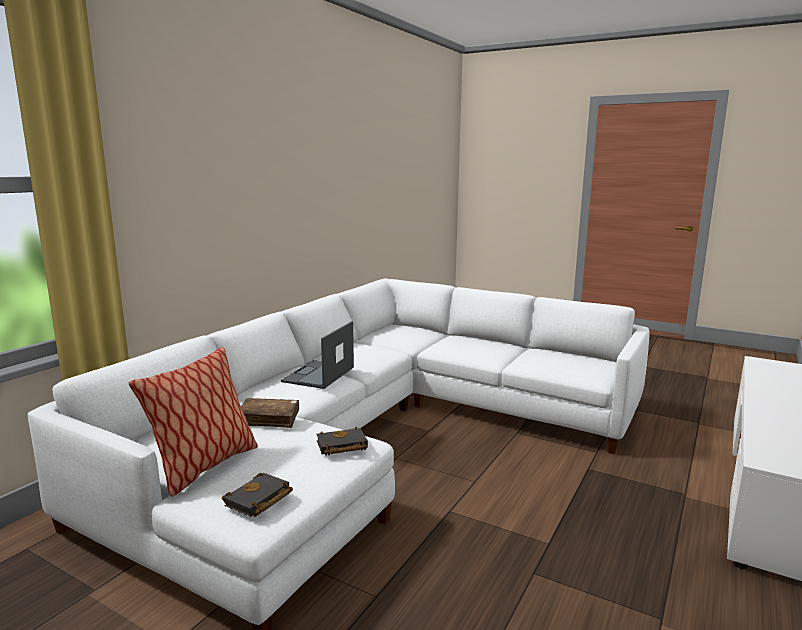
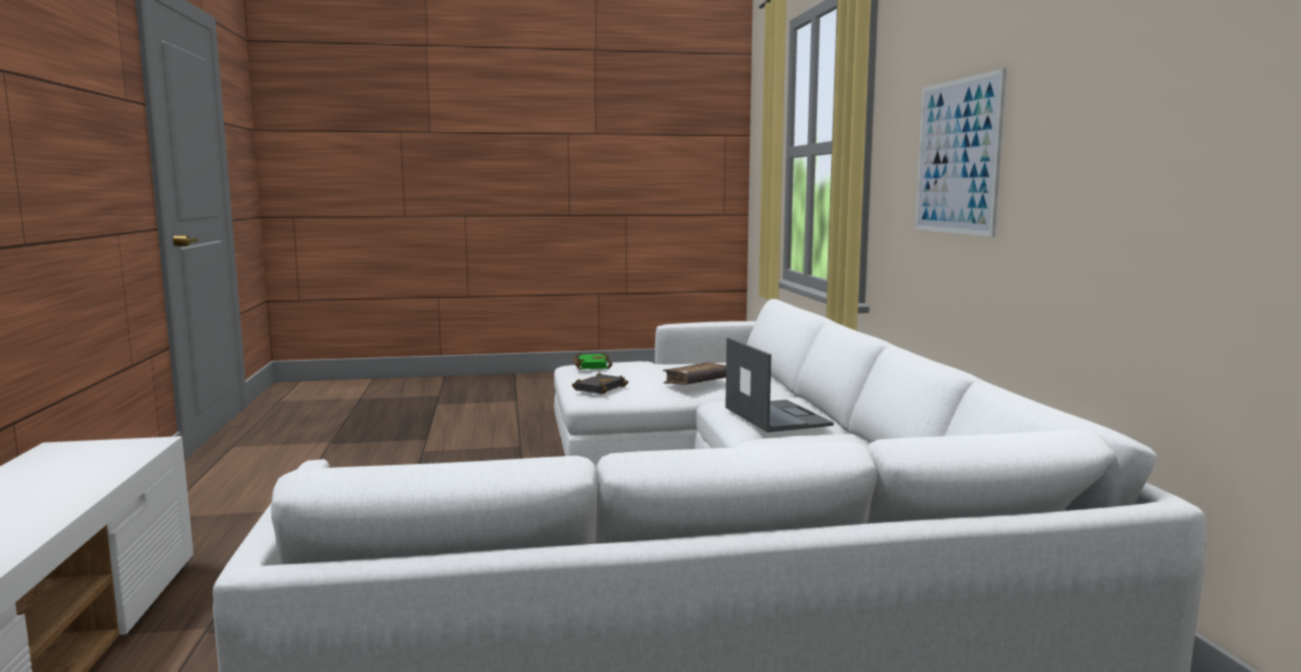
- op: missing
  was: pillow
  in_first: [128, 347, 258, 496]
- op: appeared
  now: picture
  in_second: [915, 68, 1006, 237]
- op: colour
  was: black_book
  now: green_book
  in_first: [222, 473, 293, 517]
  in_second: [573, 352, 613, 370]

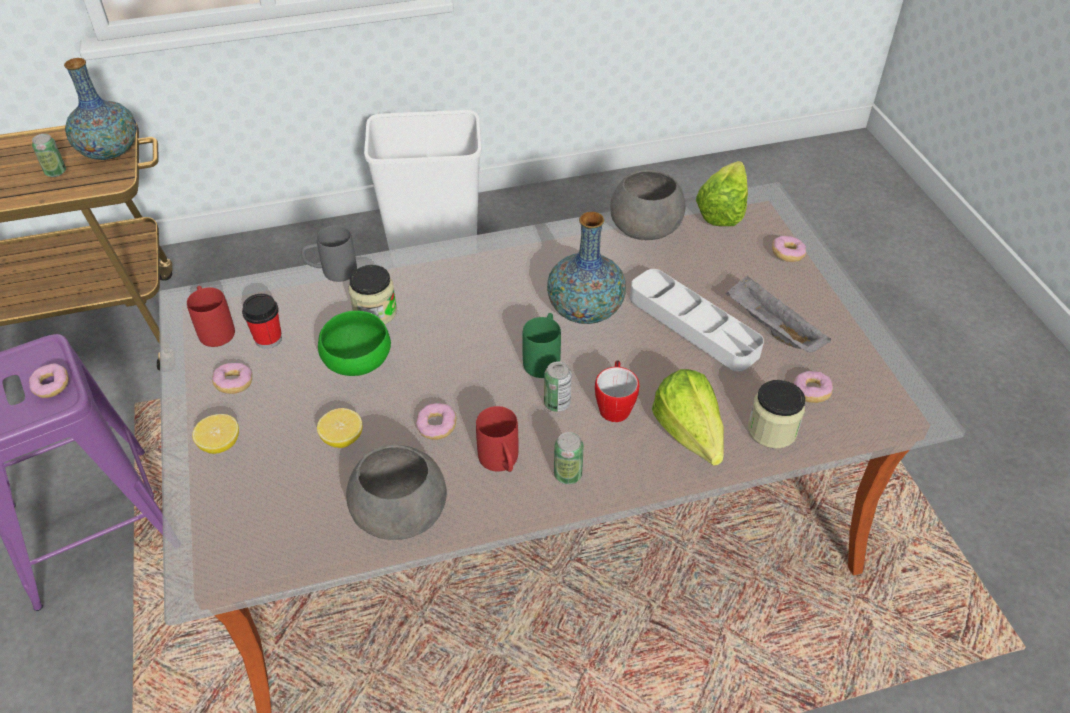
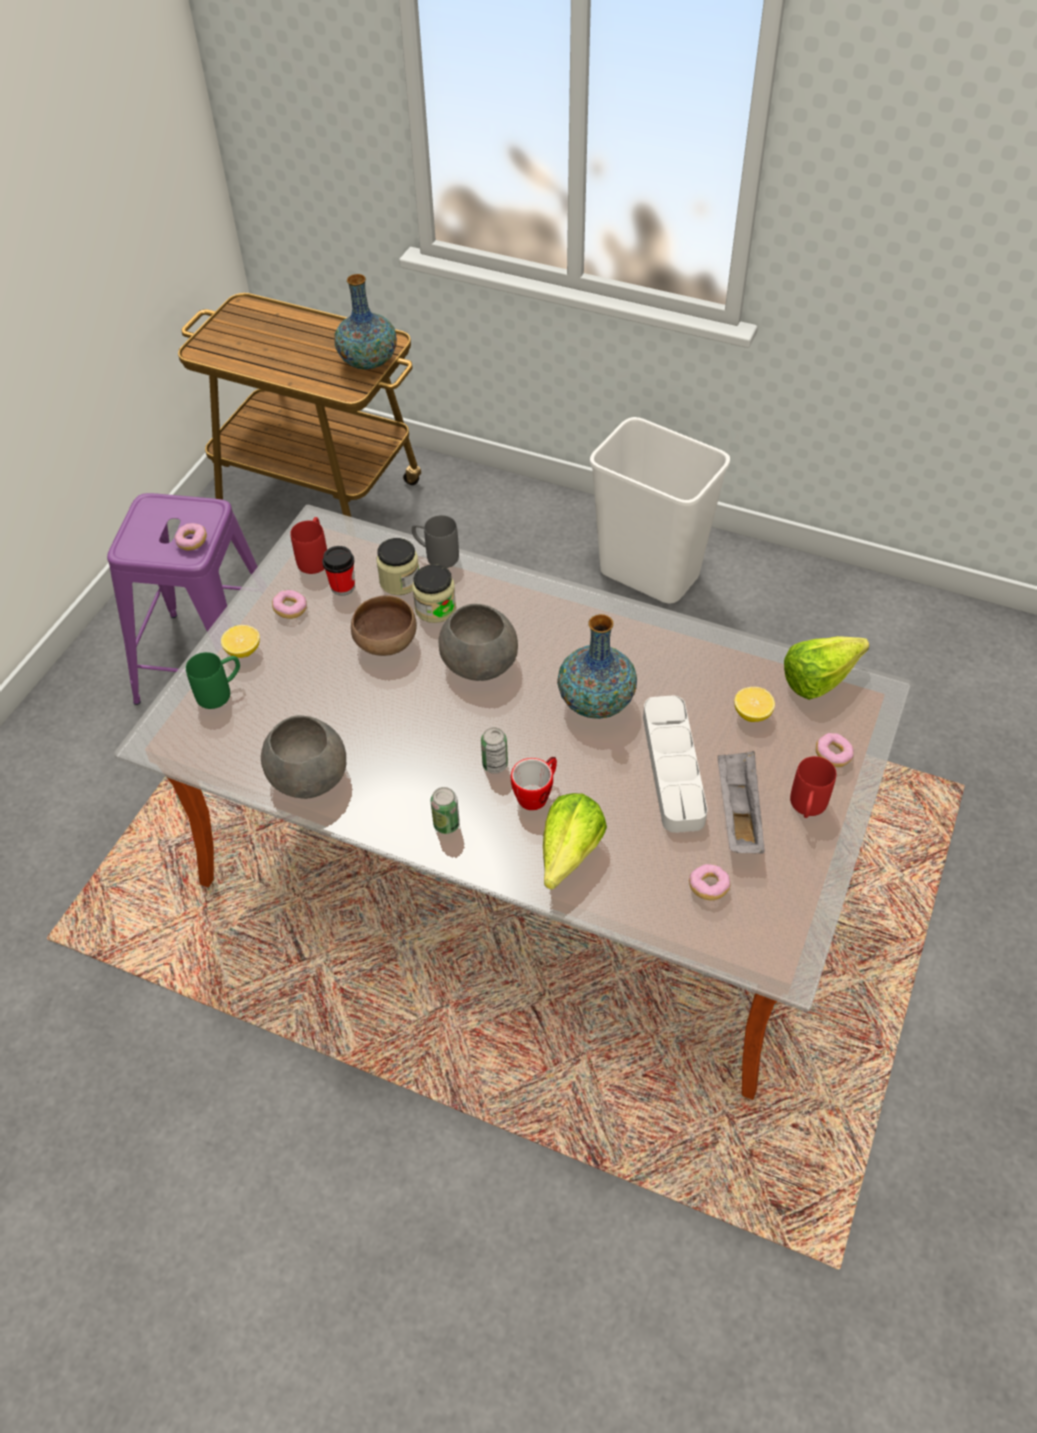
- op: missing
  was: can
  in_first: [32, 134, 66, 177]
- op: missing
  was: donut
  in_first: [416, 403, 456, 440]
- op: relocated
  was: lemon
  in_first: [317, 408, 362, 448]
  in_second: [734, 687, 775, 722]
- op: relocated
  was: red_mug
  in_first: [476, 406, 518, 472]
  in_second: [790, 756, 836, 818]
- op: relocated
  was: green_mug
  in_first: [522, 313, 561, 378]
  in_second: [186, 652, 240, 709]
- op: relocated
  was: grey_bowl
  in_first: [610, 170, 686, 240]
  in_second: [439, 604, 518, 681]
- op: relocated
  was: jar
  in_first: [748, 380, 805, 449]
  in_second: [376, 538, 419, 595]
- op: colour
  was: green_bowl
  now: brown_bowl
  in_first: [318, 311, 391, 376]
  in_second: [351, 595, 417, 656]

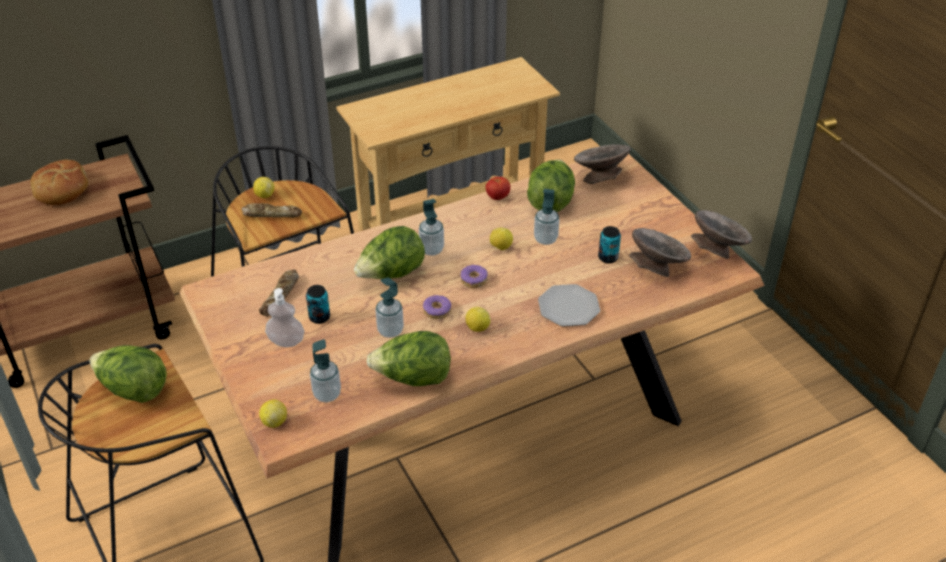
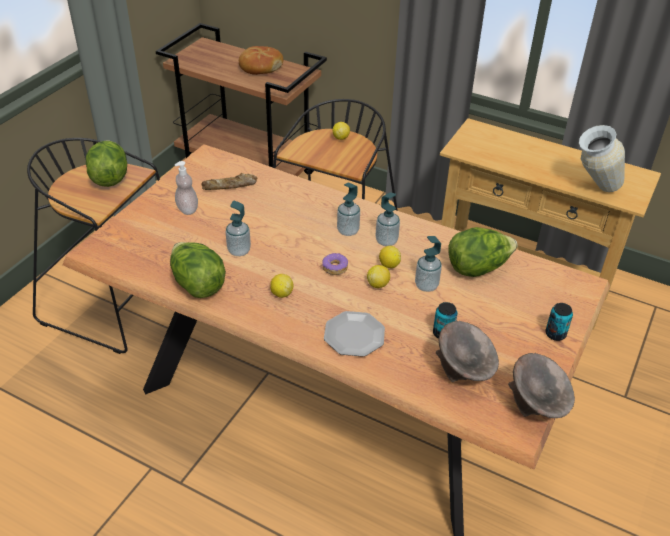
- op: missing
  was: bread
  in_first: [241, 203, 302, 218]
- op: missing
  was: lettuce
  in_first: [354, 226, 425, 279]
- op: missing
  was: donut
  in_first: [423, 295, 451, 319]
- op: missing
  was: tomato
  in_first: [486, 177, 511, 200]
- op: missing
  was: grey_bowl
  in_first: [574, 144, 631, 184]
- op: appeared
  now: vase
  in_second: [579, 125, 625, 192]
- op: relocated
  was: lemon
  in_first: [259, 399, 287, 428]
  in_second: [367, 265, 390, 288]
- op: relocated
  was: can
  in_first: [306, 285, 330, 324]
  in_second: [545, 303, 573, 341]
- op: relocated
  was: soap_dispenser
  in_first: [310, 339, 341, 402]
  in_second: [375, 192, 400, 246]

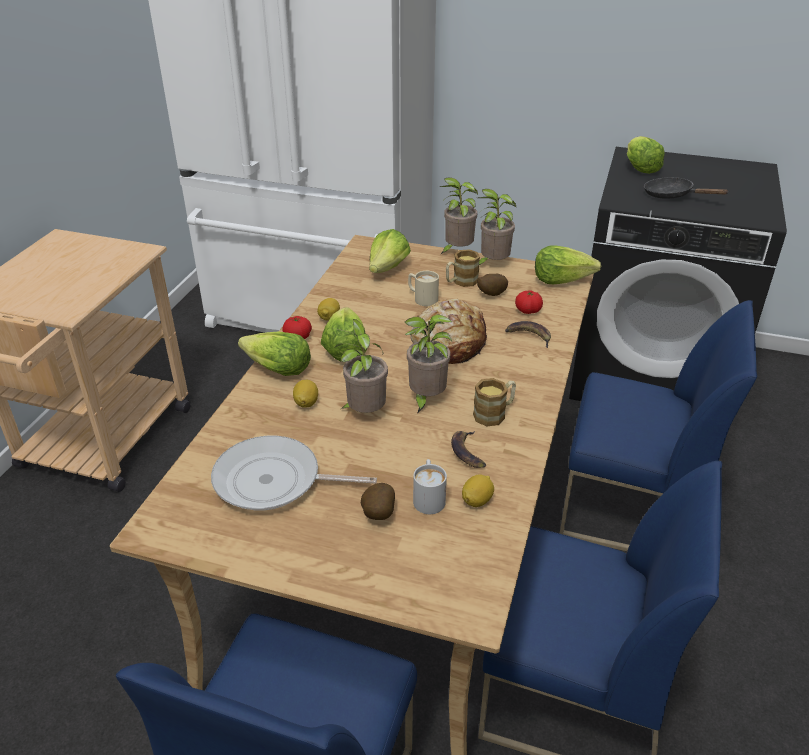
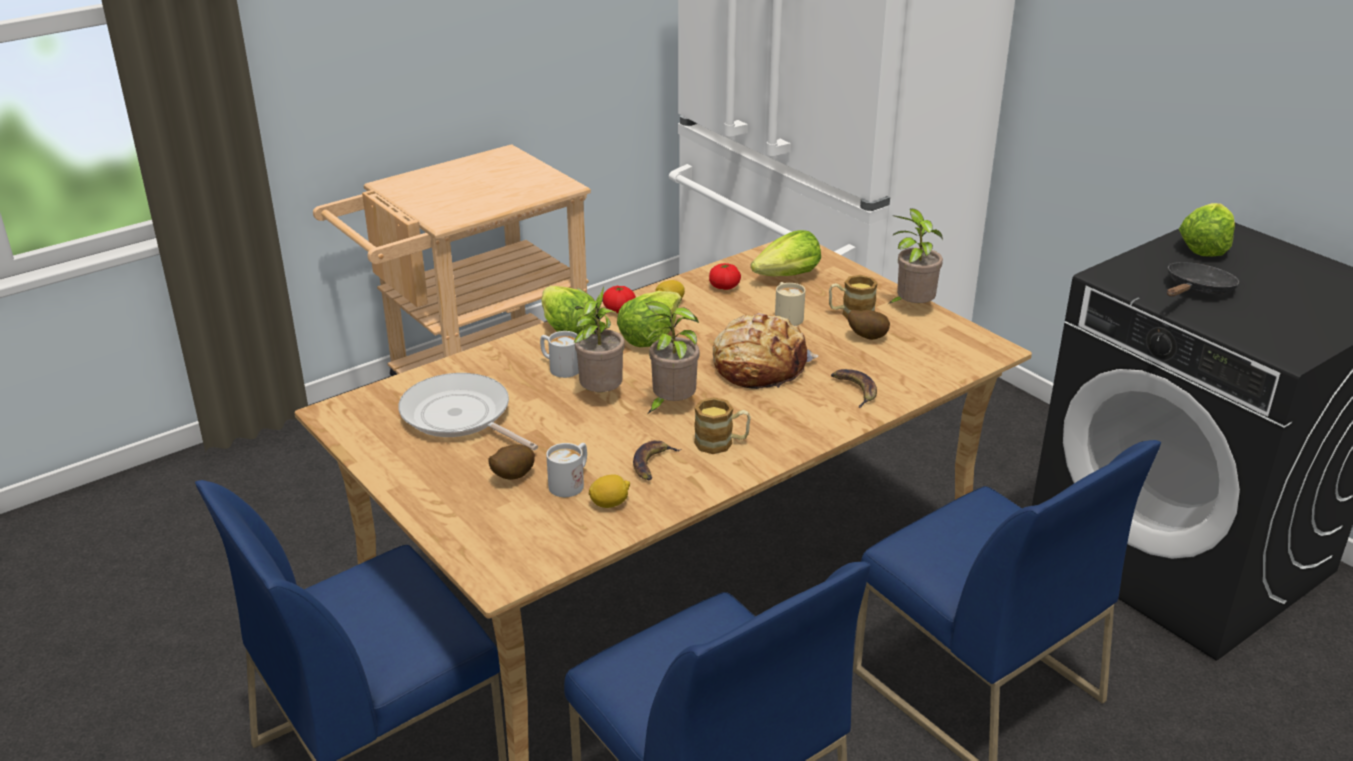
- op: missing
  was: potted_plant
  in_first: [440, 177, 478, 255]
- op: missing
  was: lettuce
  in_first: [535, 245, 601, 284]
- op: relocated
  was: tomato
  in_first: [515, 290, 543, 314]
  in_second: [709, 263, 741, 290]
- op: exchanged
  was: lemon
  now: white_mug
  in_first: [293, 380, 318, 408]
  in_second: [540, 331, 579, 378]
- op: spun
  was: black_frying_pan
  in_first: [644, 177, 728, 199]
  in_second: [1167, 262, 1239, 297]
  clockwise: 60

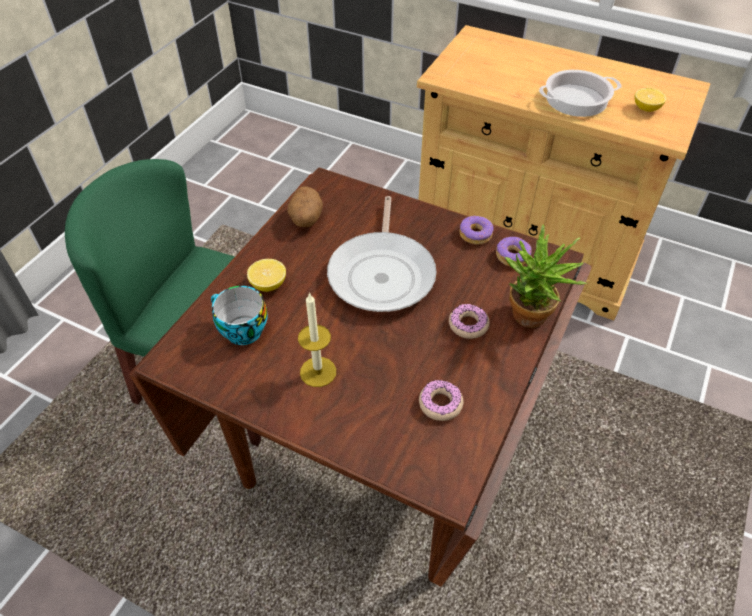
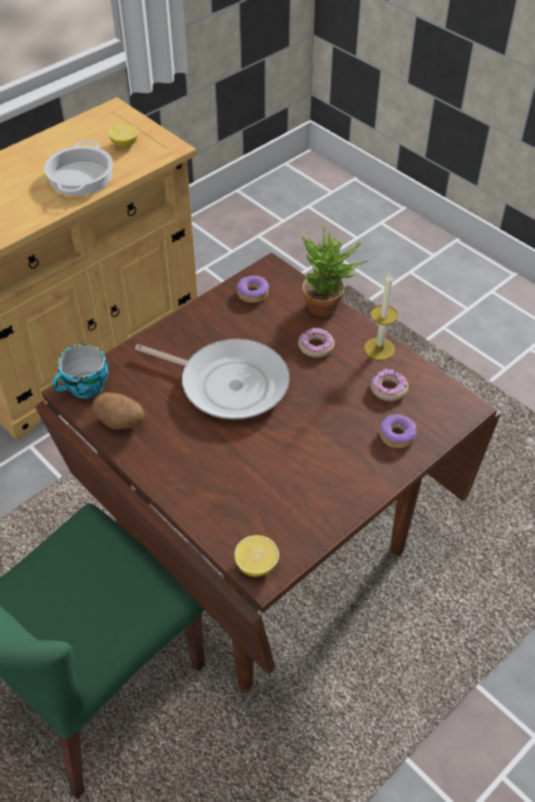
- op: relocated
  was: cup
  in_first: [211, 286, 268, 345]
  in_second: [52, 344, 109, 399]
- op: relocated
  was: lemon
  in_first: [247, 259, 286, 292]
  in_second: [234, 535, 279, 577]
- op: relocated
  was: candle
  in_first: [298, 292, 336, 387]
  in_second: [364, 273, 398, 360]
- op: relocated
  was: donut
  in_first: [460, 216, 494, 245]
  in_second: [379, 414, 417, 448]

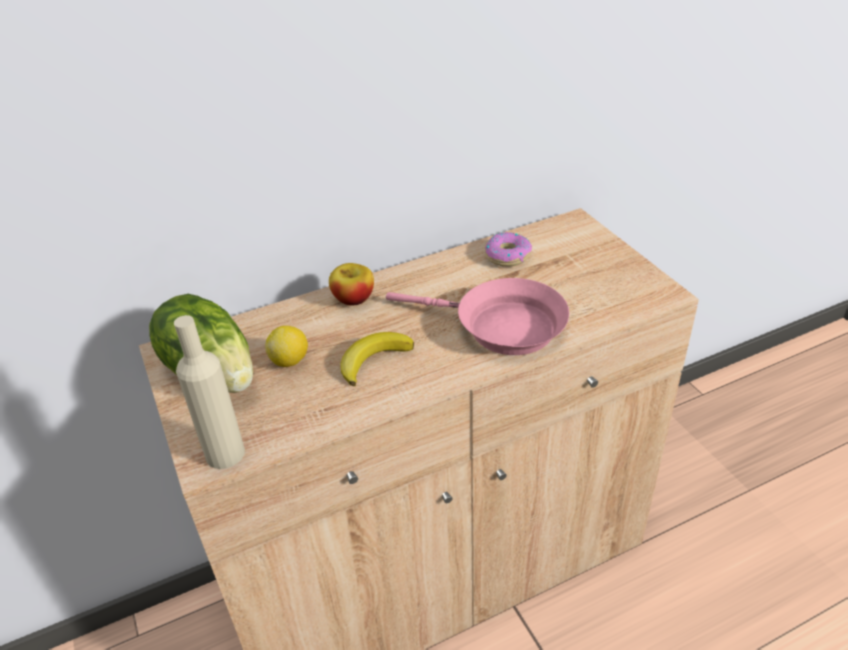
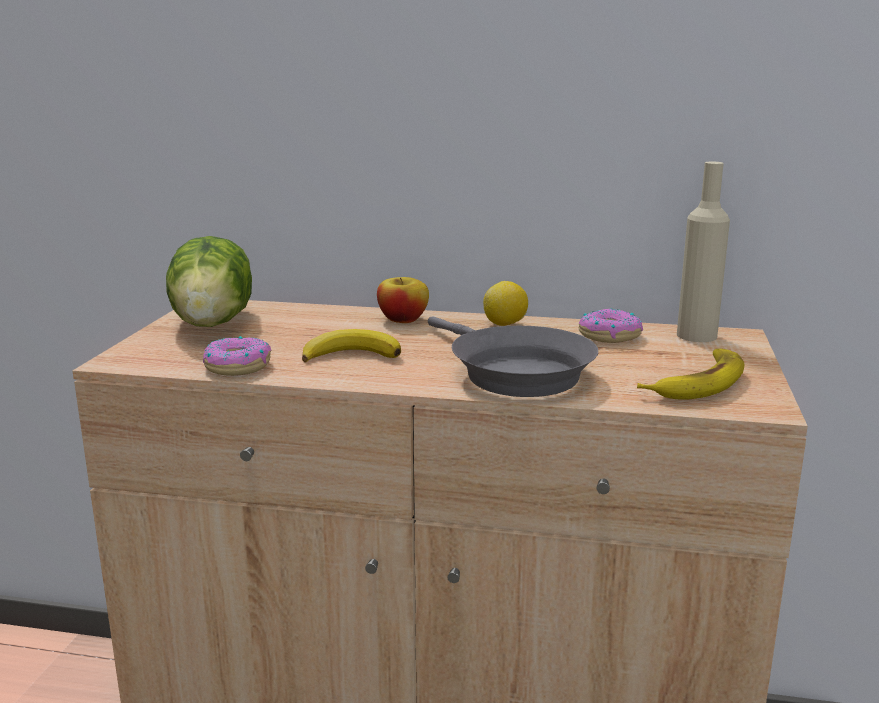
- op: appeared
  now: donut
  in_second: [203, 336, 271, 376]
- op: appeared
  now: banana
  in_second: [637, 348, 744, 400]
- op: relocated
  was: beige_bottle
  in_first: [174, 315, 245, 469]
  in_second: [677, 162, 730, 342]
- op: relocated
  was: lemon
  in_first: [265, 326, 308, 367]
  in_second: [483, 281, 528, 326]
- op: colour
  was: pink_frying_pan
  now: grey_frying_pan
  in_first: [386, 278, 569, 355]
  in_second: [428, 317, 598, 397]

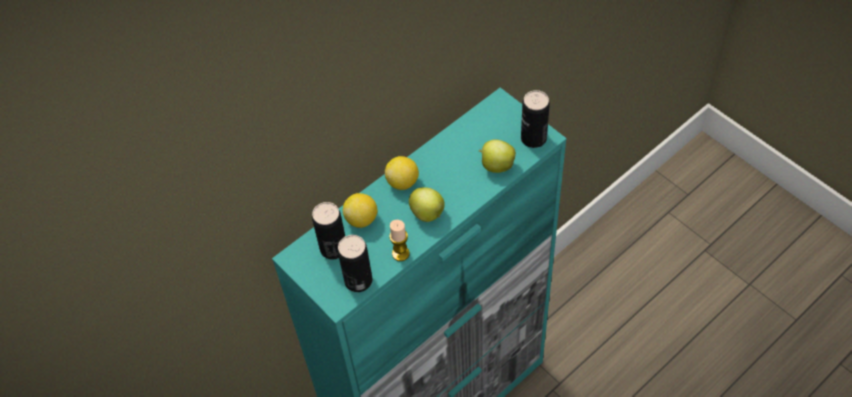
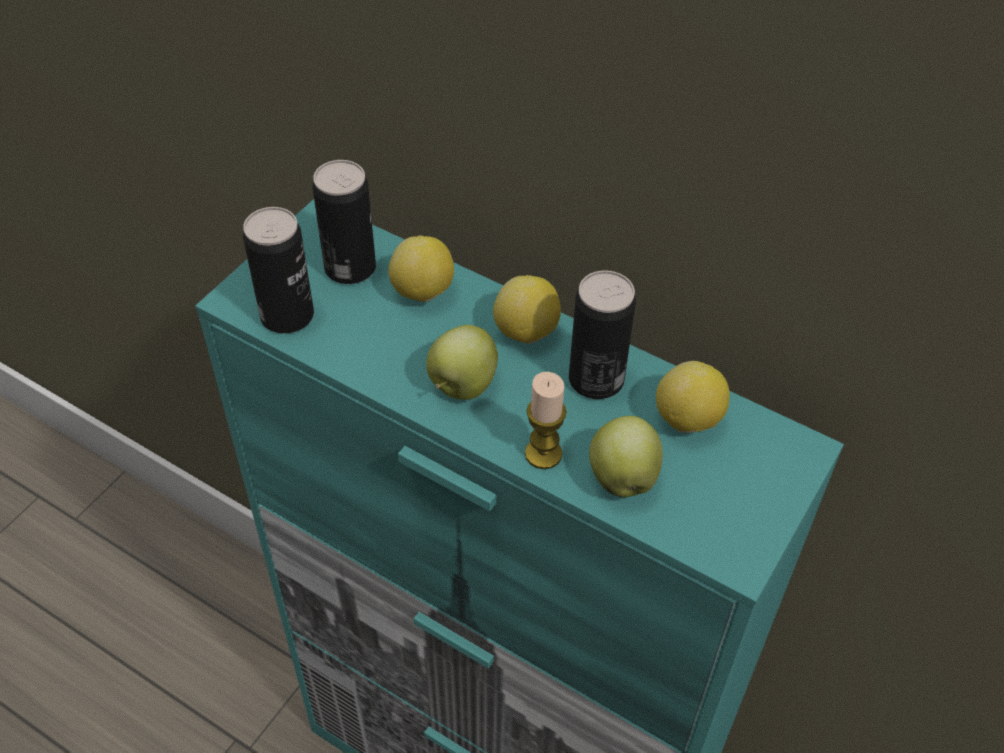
- op: appeared
  now: lemon
  in_second: [656, 361, 730, 433]
- op: relocated
  was: candle
  in_first: [389, 220, 410, 261]
  in_second: [525, 372, 567, 469]
- op: relocated
  was: can
  in_first: [521, 90, 550, 148]
  in_second: [569, 270, 636, 399]

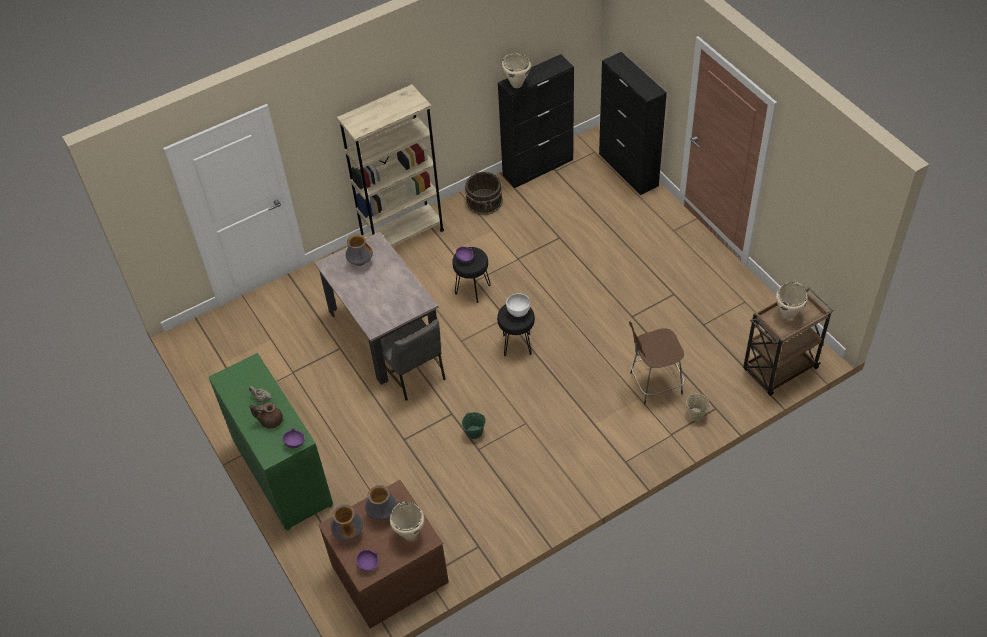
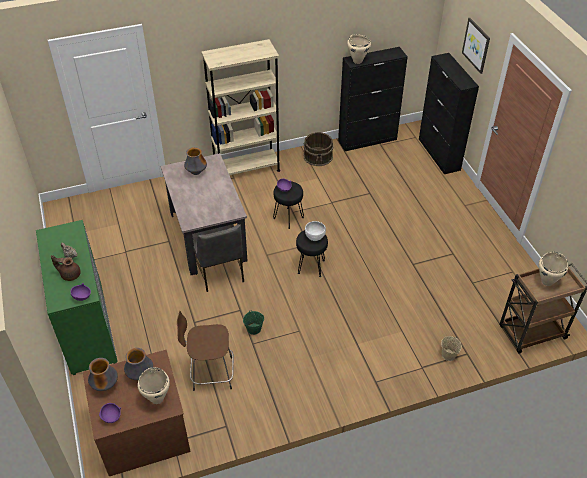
- op: appeared
  now: picture
  in_second: [462, 18, 490, 74]
- op: relocated
  was: brown_stool
  in_first: [629, 321, 684, 404]
  in_second: [177, 311, 234, 391]

